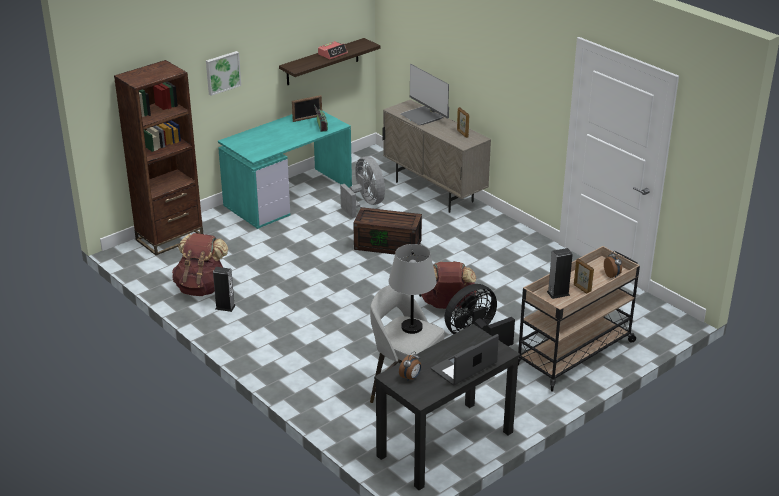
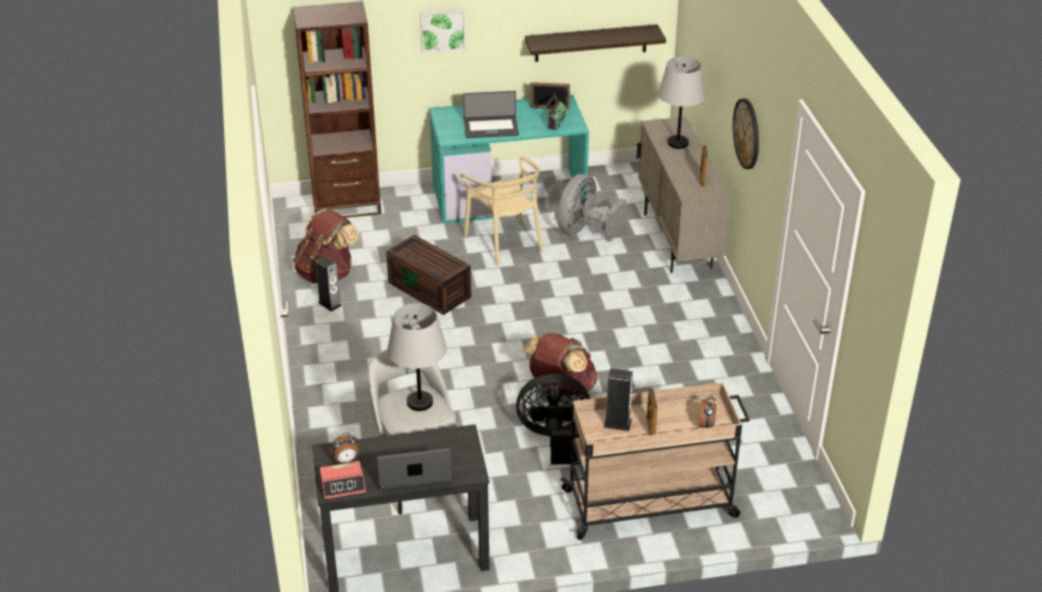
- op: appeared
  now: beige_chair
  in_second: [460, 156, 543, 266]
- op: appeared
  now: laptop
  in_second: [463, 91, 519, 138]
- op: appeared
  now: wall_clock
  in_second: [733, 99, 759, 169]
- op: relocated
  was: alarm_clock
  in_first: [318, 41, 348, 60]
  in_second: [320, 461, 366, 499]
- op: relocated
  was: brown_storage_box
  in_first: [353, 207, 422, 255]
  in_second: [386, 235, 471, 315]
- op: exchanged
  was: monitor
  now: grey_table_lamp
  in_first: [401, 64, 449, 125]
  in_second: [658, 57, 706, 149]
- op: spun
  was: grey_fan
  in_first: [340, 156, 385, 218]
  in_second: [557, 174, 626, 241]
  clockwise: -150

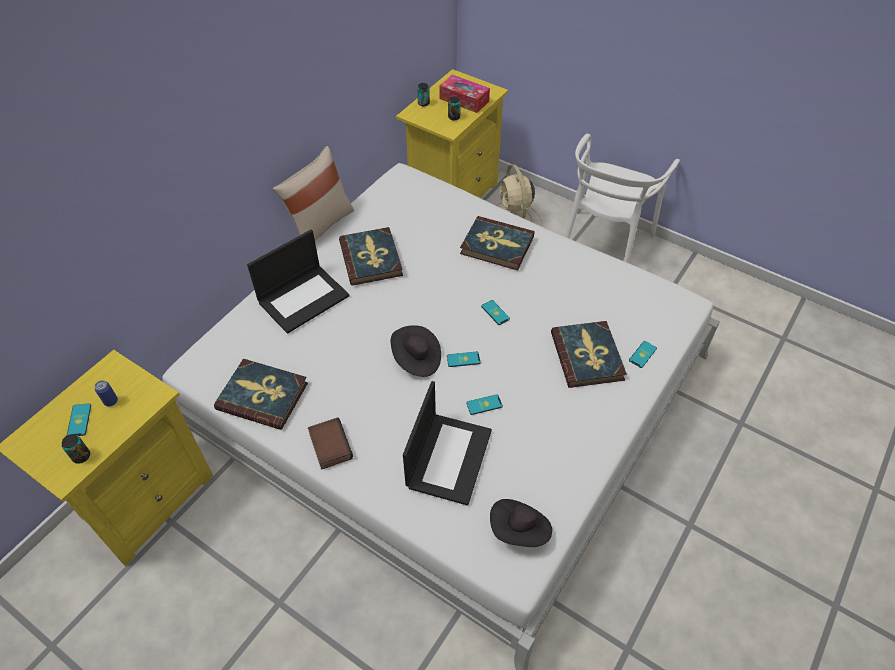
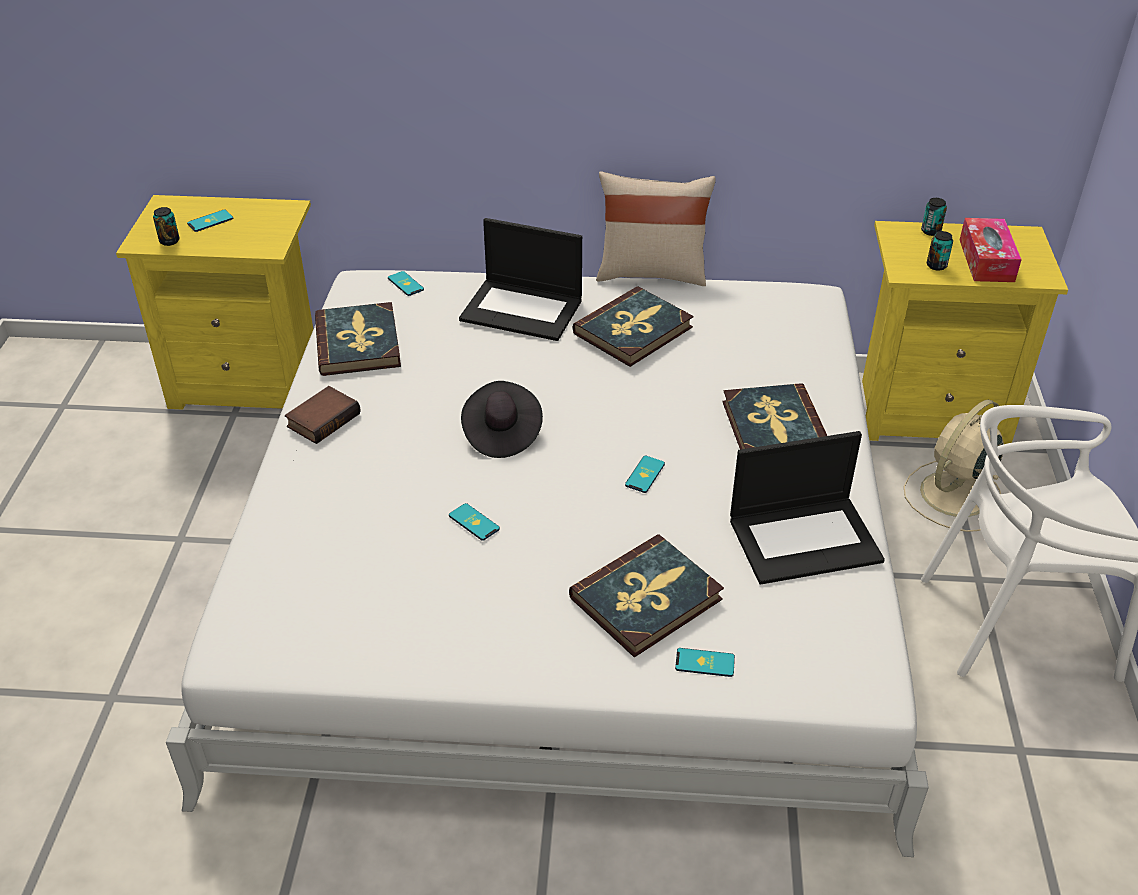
- op: missing
  was: can
  in_first: [95, 380, 118, 406]
- op: missing
  was: black_hat
  in_first: [490, 499, 552, 547]
- op: relocated
  was: laptop
  in_first: [403, 381, 492, 506]
  in_second: [730, 431, 885, 585]
- op: relocated
  was: phone
  in_first: [447, 352, 480, 367]
  in_second: [388, 271, 424, 296]

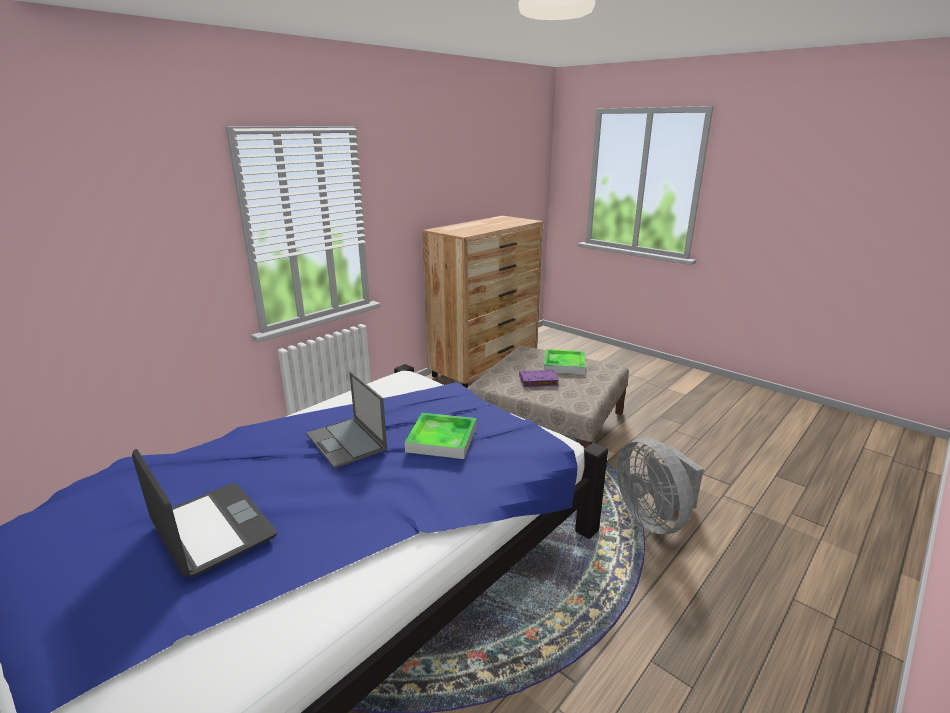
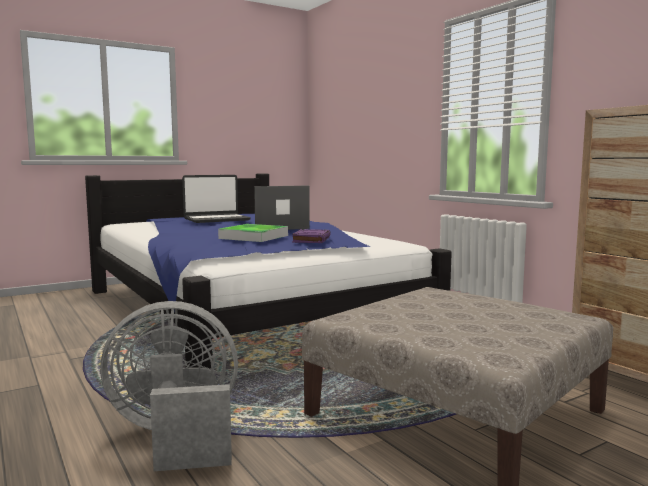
- op: missing
  was: tray
  in_first: [544, 349, 585, 375]
- op: relocated
  was: purple_book
  in_first: [519, 370, 559, 387]
  in_second: [292, 229, 331, 243]

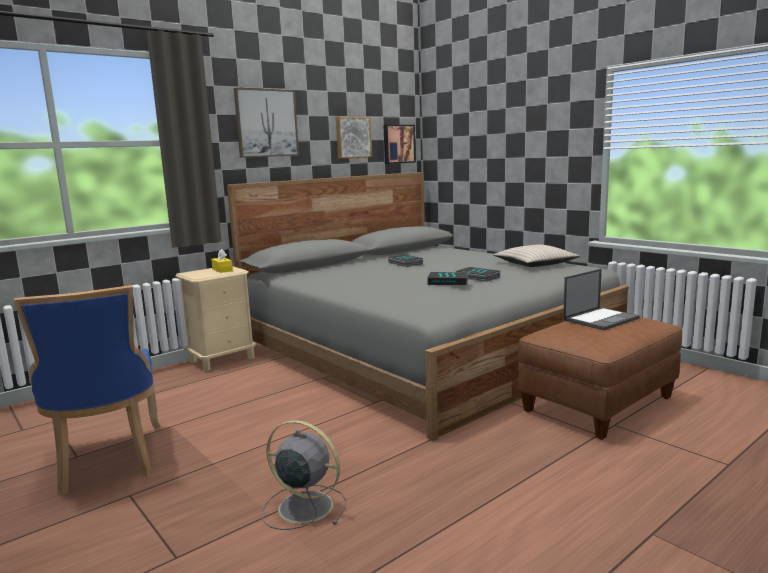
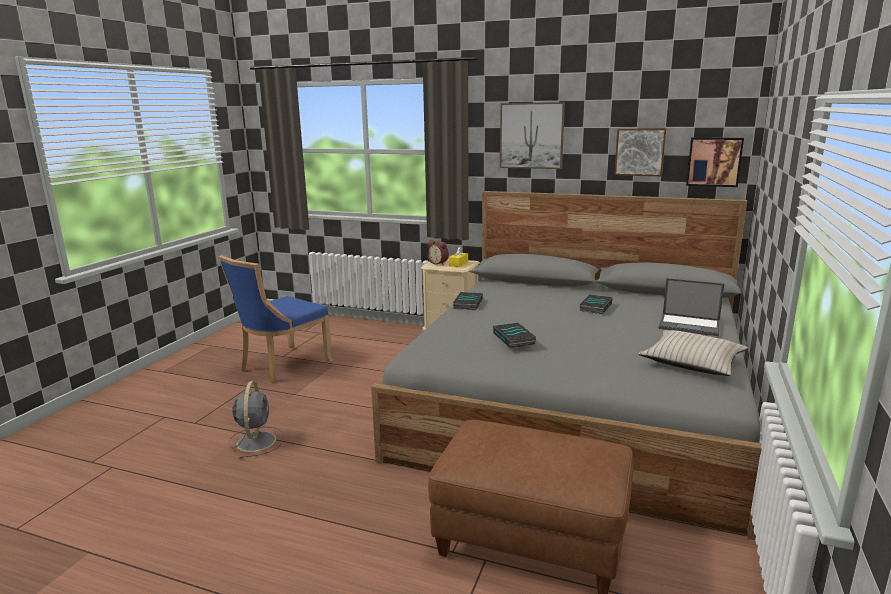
- op: appeared
  now: alarm_clock
  in_second: [427, 240, 449, 265]
- op: relocated
  was: book
  in_first: [456, 267, 500, 282]
  in_second: [453, 292, 483, 310]
- op: relocated
  was: laptop
  in_first: [563, 269, 640, 330]
  in_second: [659, 278, 725, 336]

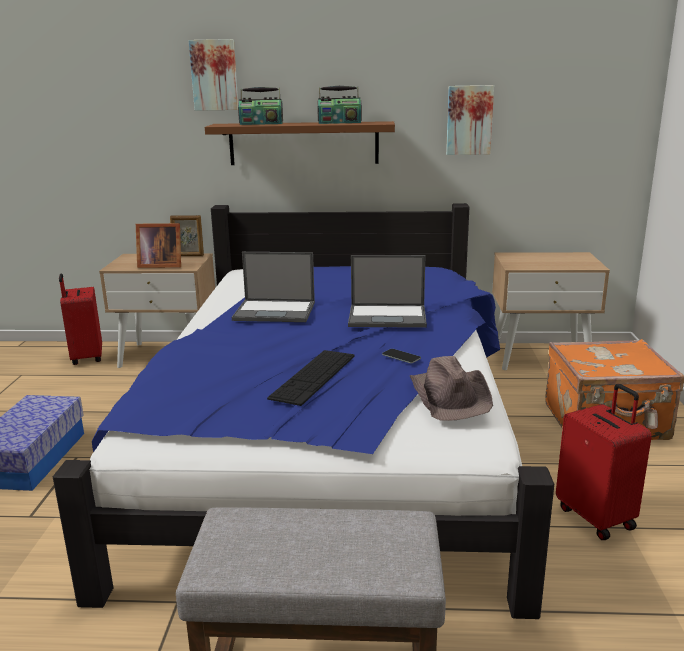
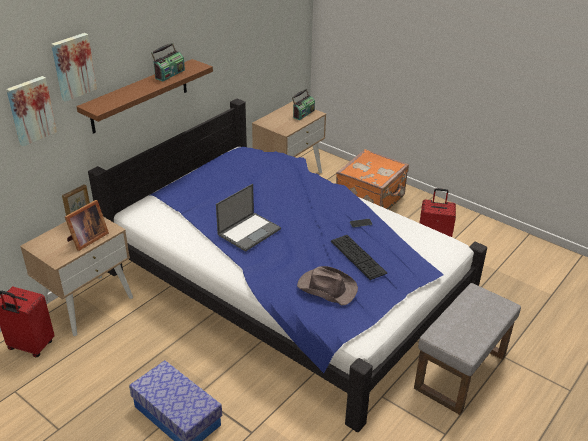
- op: missing
  was: laptop
  in_first: [348, 255, 427, 328]
- op: relocated
  was: radio
  in_first: [238, 87, 283, 125]
  in_second: [292, 89, 315, 120]
- op: relocated
  was: brown_hat
  in_first: [410, 356, 493, 421]
  in_second: [297, 266, 358, 306]
- op: relocated
  was: picture
  in_first: [446, 85, 494, 155]
  in_second: [6, 76, 57, 146]

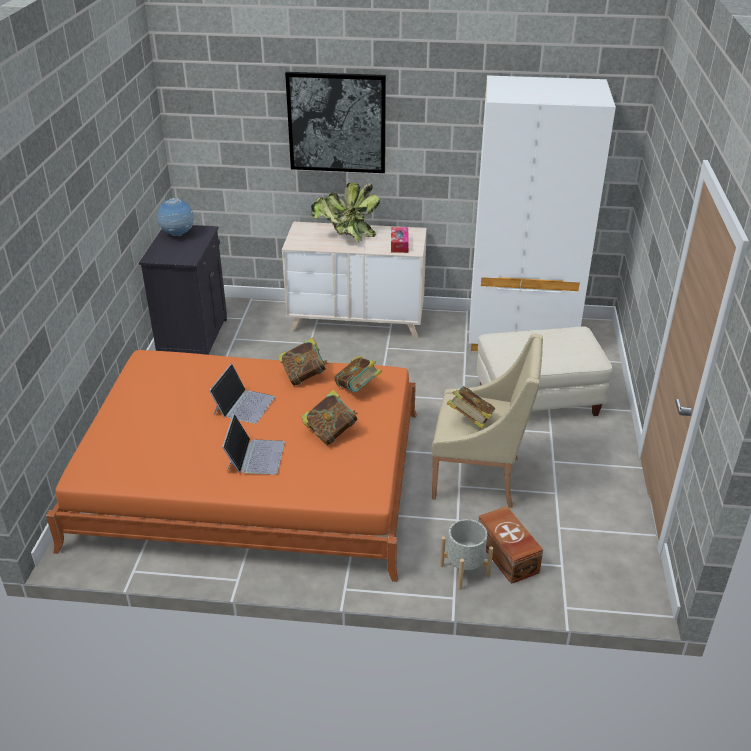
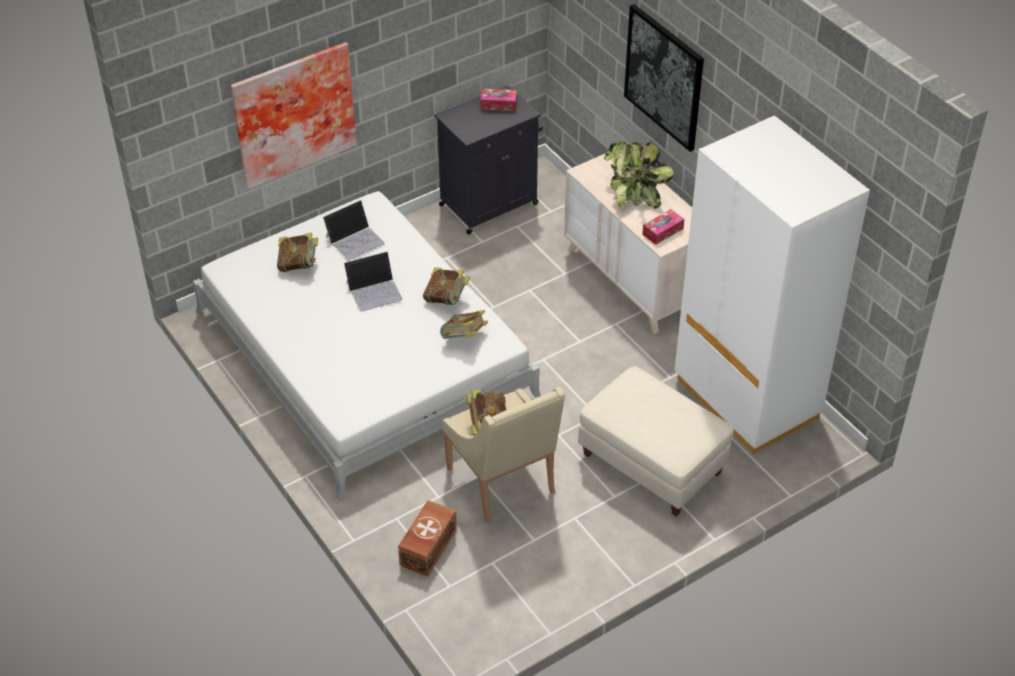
- op: missing
  was: grey_planter
  in_first: [440, 519, 493, 590]
- op: appeared
  now: picture
  in_second: [231, 42, 357, 189]
- op: relocated
  was: laptop
  in_first: [222, 414, 285, 475]
  in_second: [323, 200, 384, 261]
- op: relocated
  was: book
  in_first: [301, 389, 358, 446]
  in_second: [277, 233, 318, 272]
- op: exchanged
  was: globe
  now: tissue_box
  in_first: [157, 198, 194, 236]
  in_second: [480, 89, 517, 111]
- op: colour
  was: orange_bed
  now: white_bed
  in_first: [46, 350, 417, 582]
  in_second: [193, 191, 541, 500]

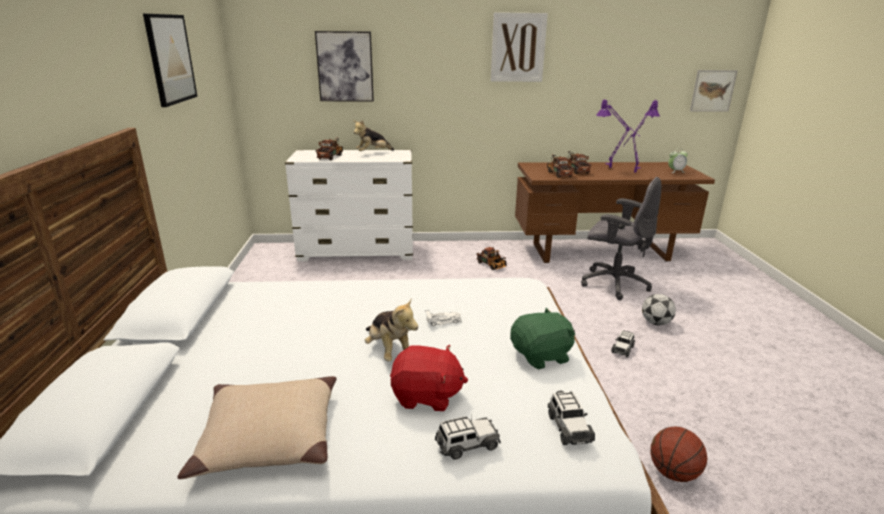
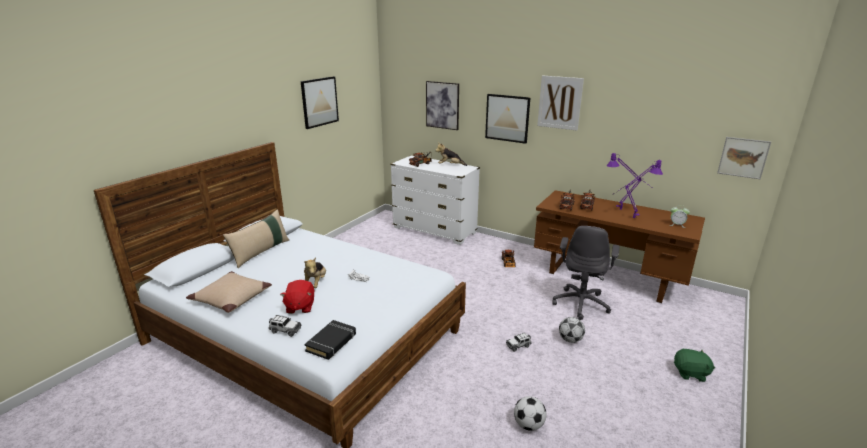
- op: missing
  was: basketball
  in_first: [651, 426, 707, 482]
- op: appeared
  now: beige_pillow
  in_second: [223, 209, 289, 268]
- op: appeared
  now: picture
  in_second: [485, 94, 530, 144]
- op: appeared
  now: football
  in_second: [514, 396, 546, 431]
- op: relocated
  was: green_plush_toy
  in_first: [510, 308, 575, 370]
  in_second: [674, 349, 715, 382]
- op: exchanged
  was: toy_car
  now: black_book
  in_first: [548, 390, 595, 445]
  in_second: [304, 320, 356, 360]
- op: spun
  was: red_plush_toy
  in_first: [390, 345, 468, 411]
  in_second: [280, 280, 314, 314]
  clockwise: 45
- op: spun
  was: grey_office_chair
  in_first: [581, 177, 661, 300]
  in_second: [552, 226, 620, 320]
  clockwise: 45

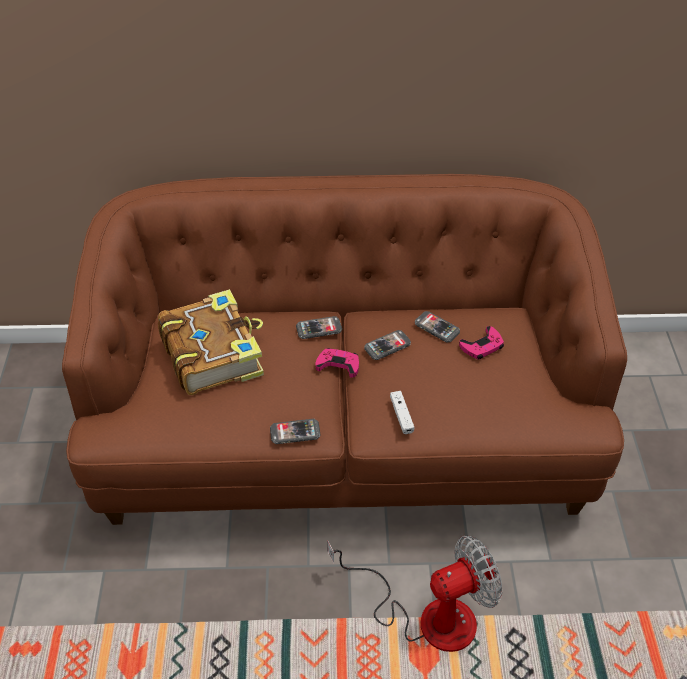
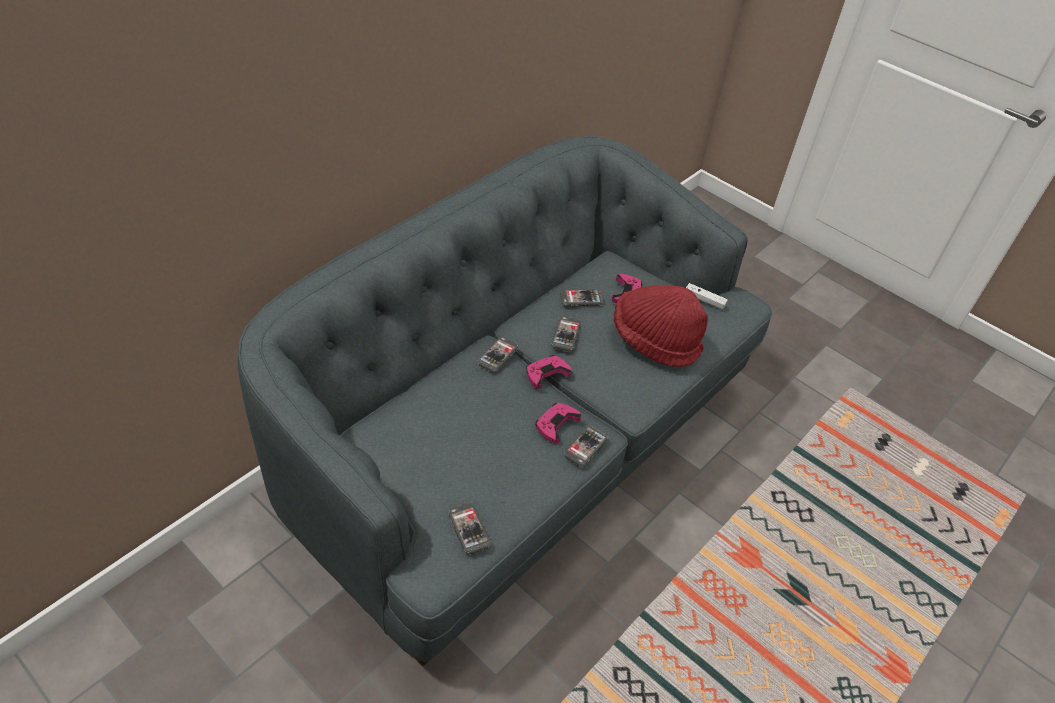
- op: missing
  was: book
  in_first: [158, 289, 264, 395]
- op: missing
  was: fan
  in_first: [327, 536, 502, 652]
- op: appeared
  now: phone
  in_second: [448, 503, 491, 554]
- op: appeared
  now: pink_game_controller
  in_second: [535, 403, 581, 444]
- op: appeared
  now: red_hat
  in_second: [613, 285, 708, 367]
- op: relocated
  was: white_game_controller
  in_first: [390, 391, 414, 434]
  in_second: [686, 283, 728, 309]
- op: colour
  was: brown_sofa
  now: grey_sofa
  in_first: [62, 174, 627, 525]
  in_second: [238, 136, 772, 667]

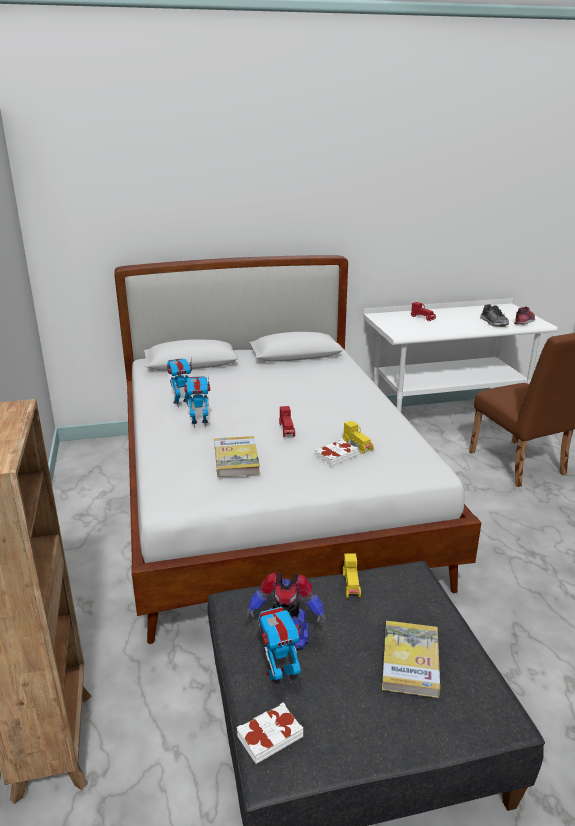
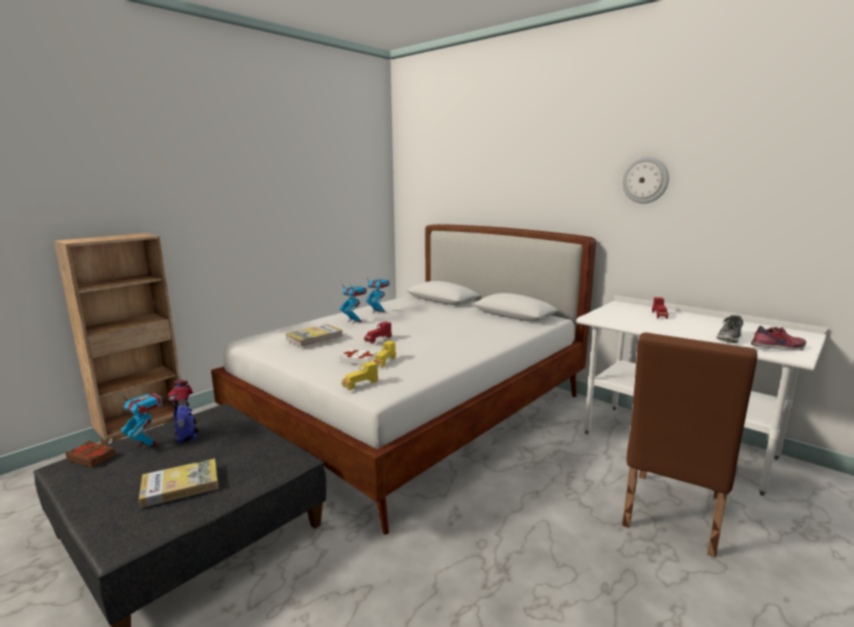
- op: appeared
  now: wall_clock
  in_second: [622, 157, 669, 204]
- op: relocated
  was: yellow_toy_car
  in_first: [343, 554, 361, 598]
  in_second: [341, 361, 378, 390]
- op: colour
  was: white_book
  now: brown_book
  in_first: [237, 702, 303, 764]
  in_second: [65, 440, 116, 468]

